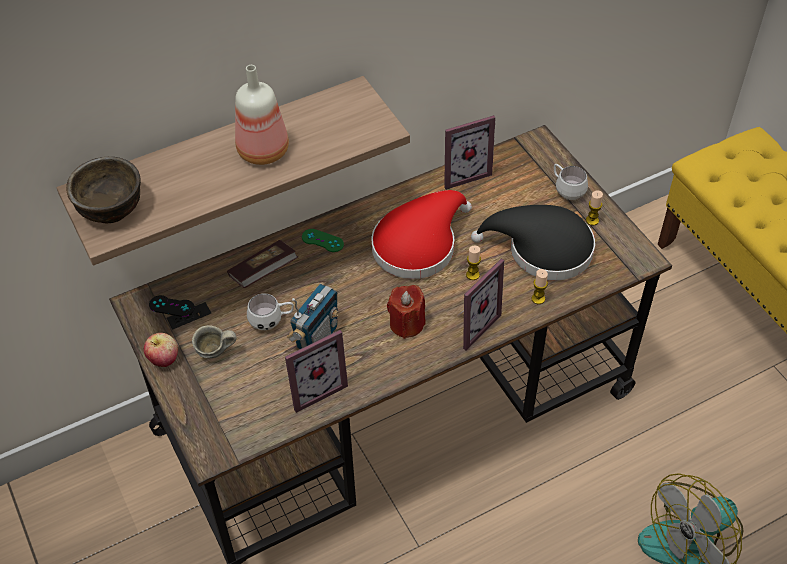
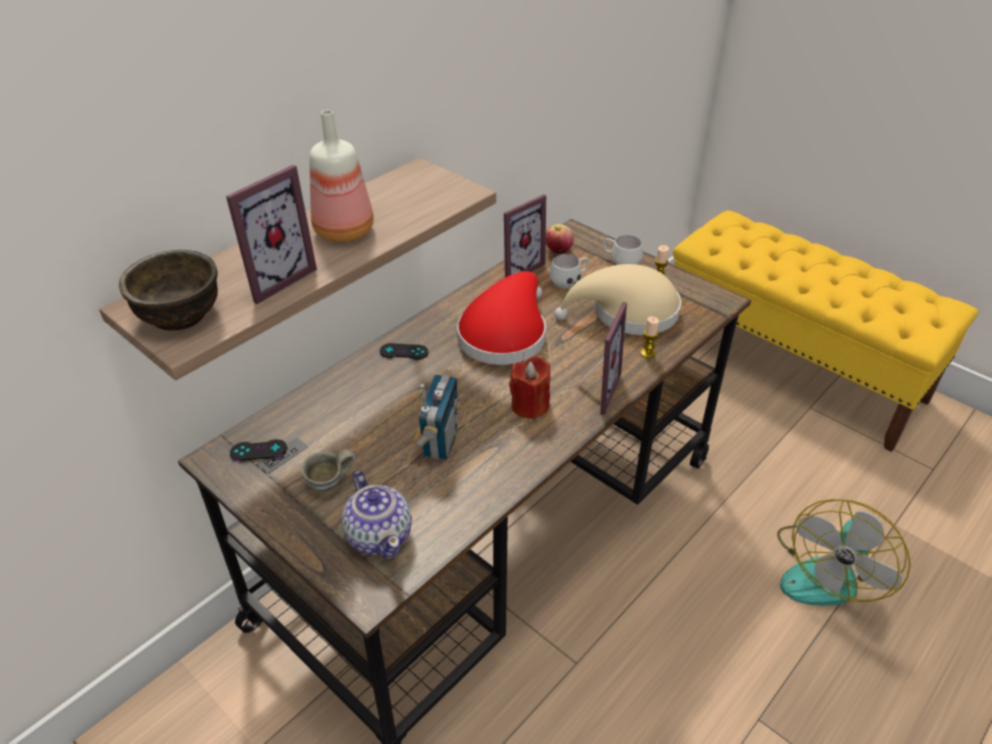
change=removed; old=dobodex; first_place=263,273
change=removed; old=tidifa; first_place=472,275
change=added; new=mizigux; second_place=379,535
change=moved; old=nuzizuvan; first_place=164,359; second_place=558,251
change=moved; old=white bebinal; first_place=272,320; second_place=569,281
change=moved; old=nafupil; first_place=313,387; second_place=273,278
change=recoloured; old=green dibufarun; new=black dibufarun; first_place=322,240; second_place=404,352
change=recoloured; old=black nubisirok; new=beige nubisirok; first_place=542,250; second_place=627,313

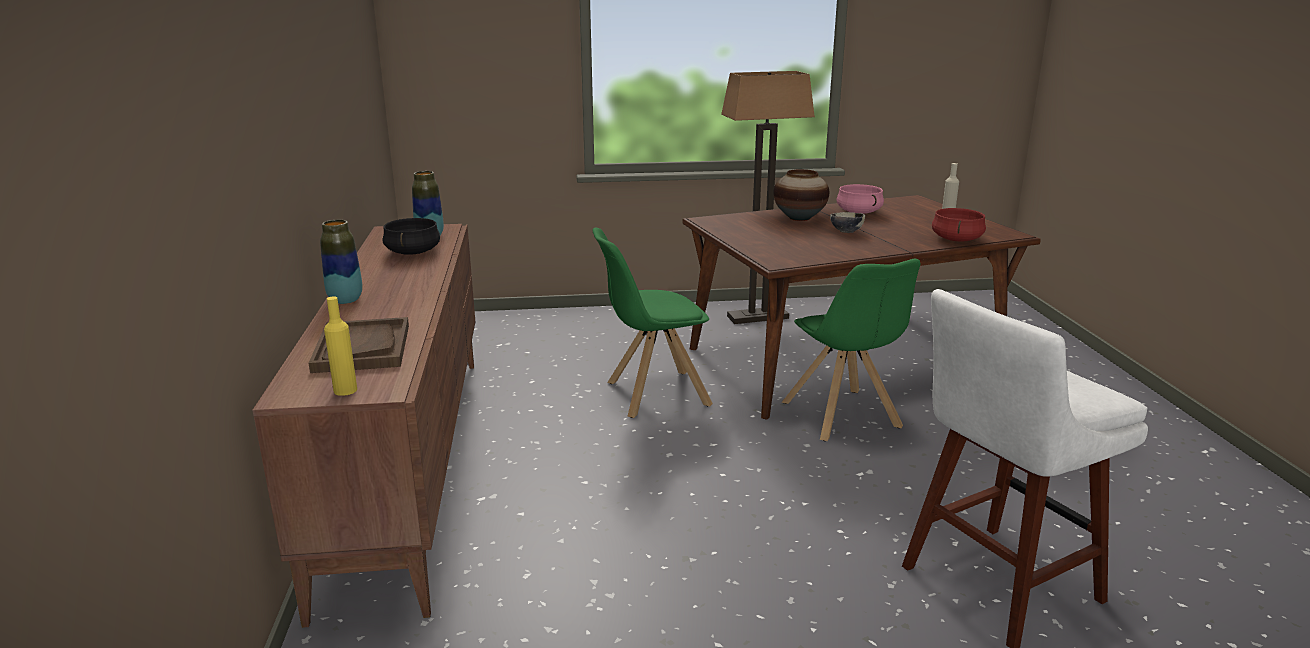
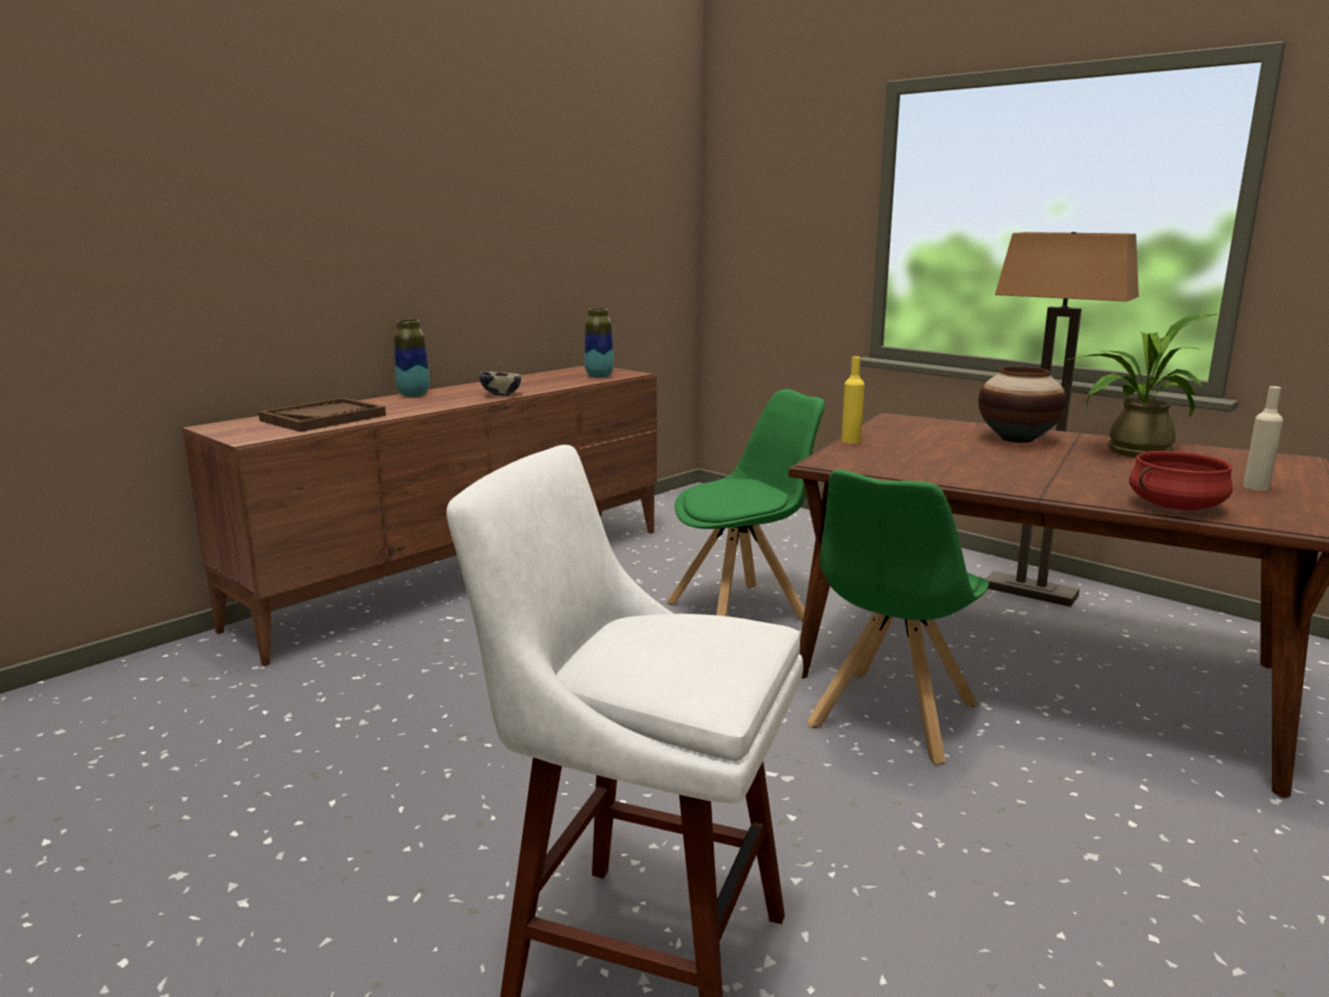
change=removed; old=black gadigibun; first_place=412,252
change=moved; old=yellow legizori; first_place=345,390; second_place=851,441
change=moved; old=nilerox; first_place=846,232; second_place=500,395
change=replaced; old=pink gadigibun; new=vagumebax; first_place=858,212; second_place=1130,451
change=turned; old=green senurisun; first_place=653,394; second_place=742,610; degrees=120

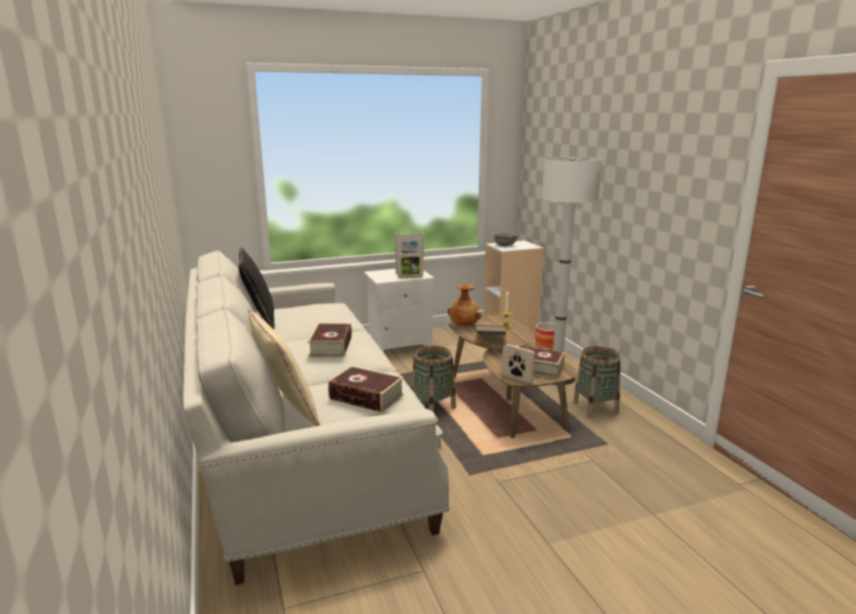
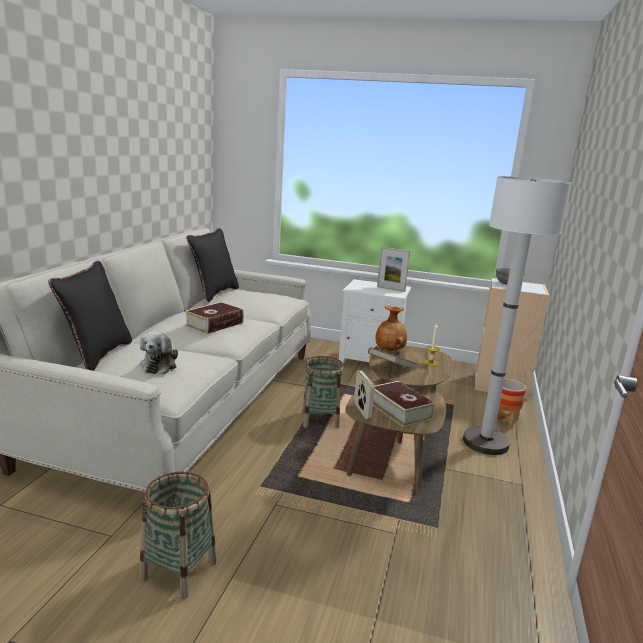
change=removed; old=nafupil; first_place=410,277
change=moved; old=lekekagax; first_place=595,407; second_place=178,571
change=replaced; old=dobodex; new=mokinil; first_place=366,397; second_place=159,365
change=recoloured; old=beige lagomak; new=black lagomak; first_place=286,412; second_place=97,355

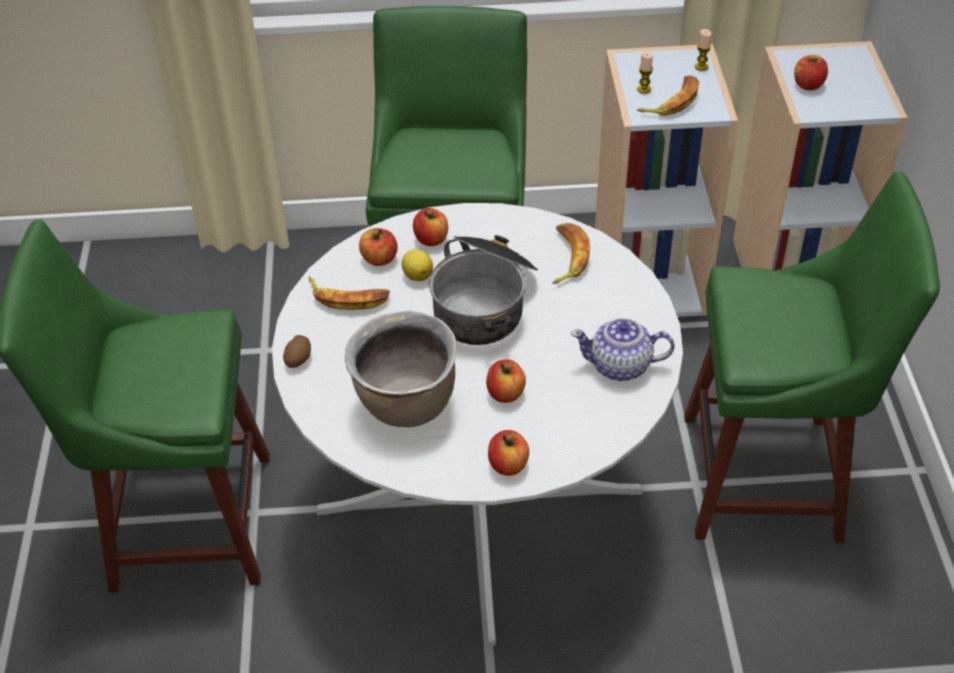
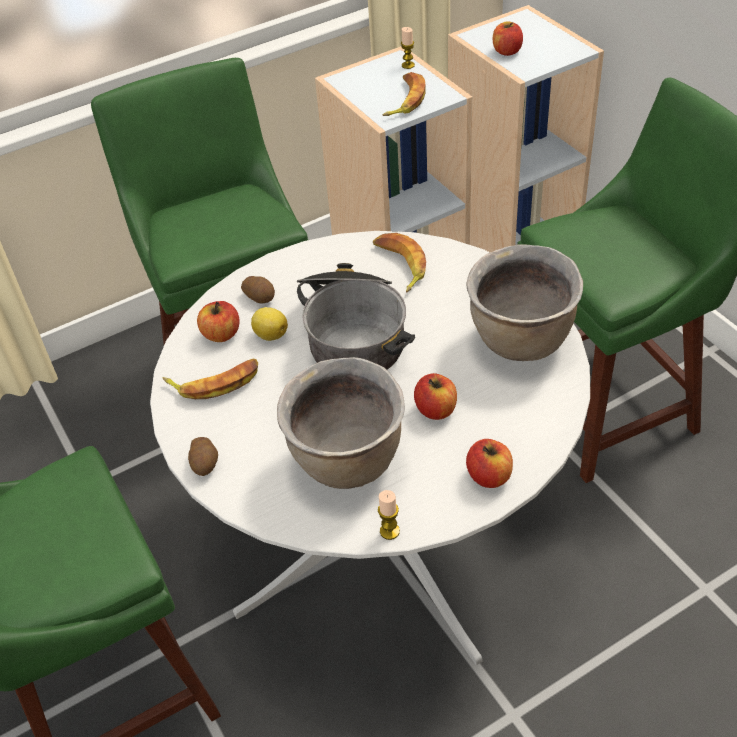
change=moved; old=tidifa; first_place=644,89; second_place=389,531
change=replaced; old=nuzizuvan; new=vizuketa; first_place=431,239; second_place=260,297
change=replaced; old=mizigux; new=brown gadigibun; first_place=621,366; second_place=521,341

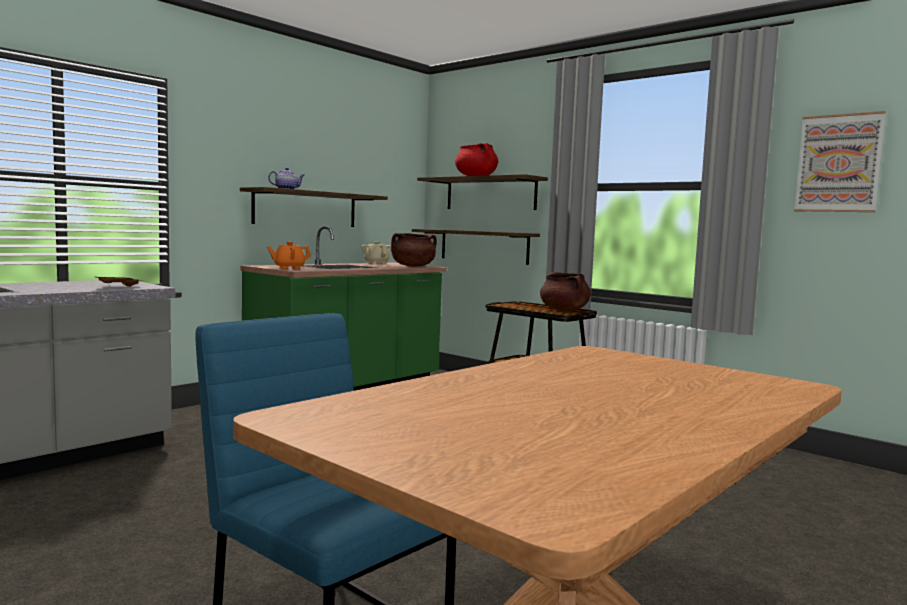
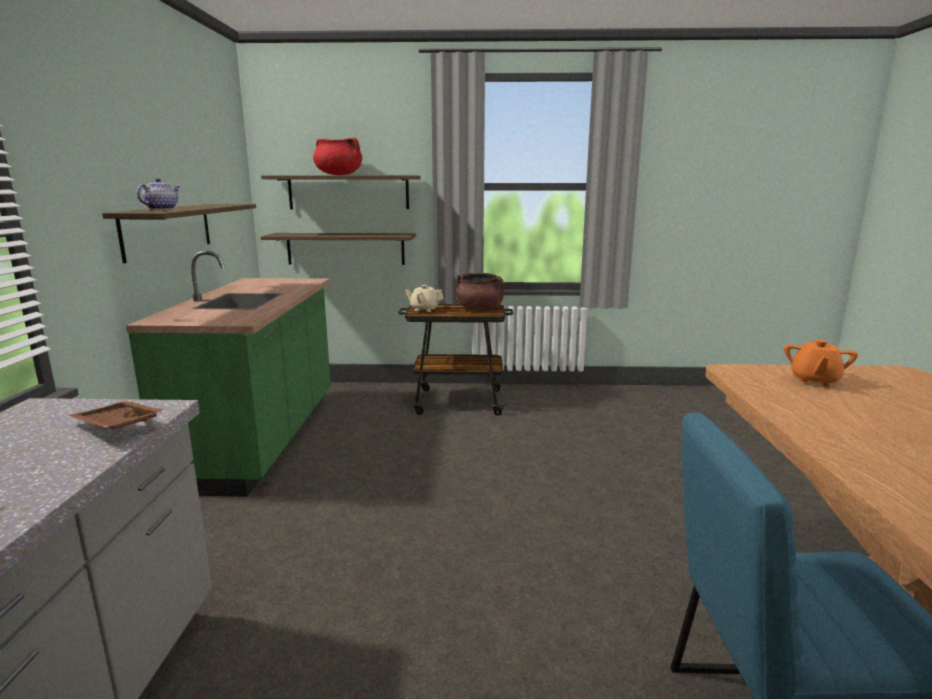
change=removed; old=brown gadigibun; first_place=413,266
change=removed; old=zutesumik; first_place=838,163
change=moved; old=orange mizigux; first_place=289,268; second_place=814,381
change=moved; old=beige mizigux; first_place=376,263; second_place=424,309

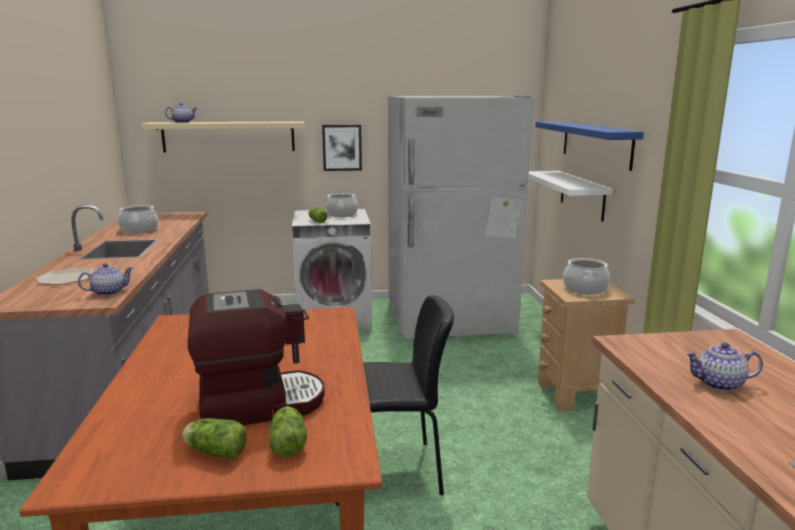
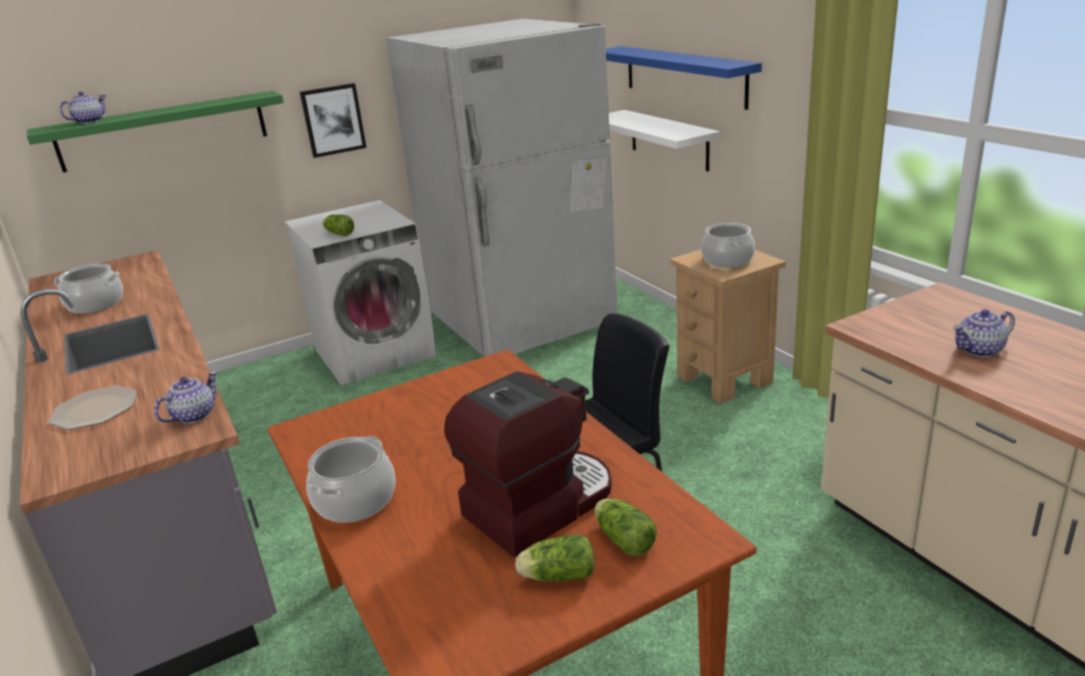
change=moved; old=gadigibun; first_place=341,214; second_place=355,500
change=recoloured; old=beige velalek; new=green velalek; first_place=228,136; second_place=163,131

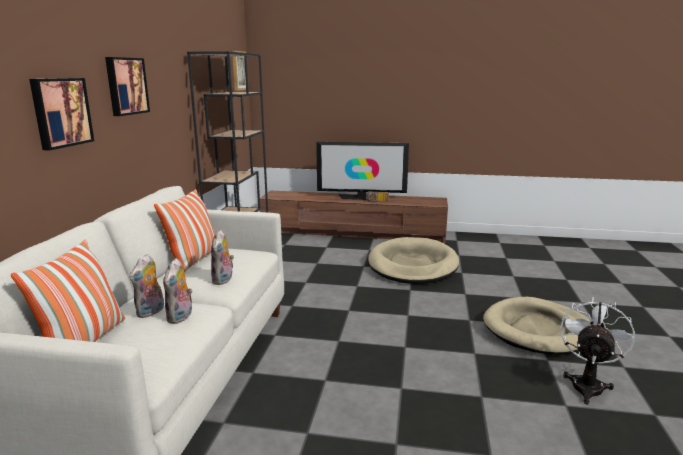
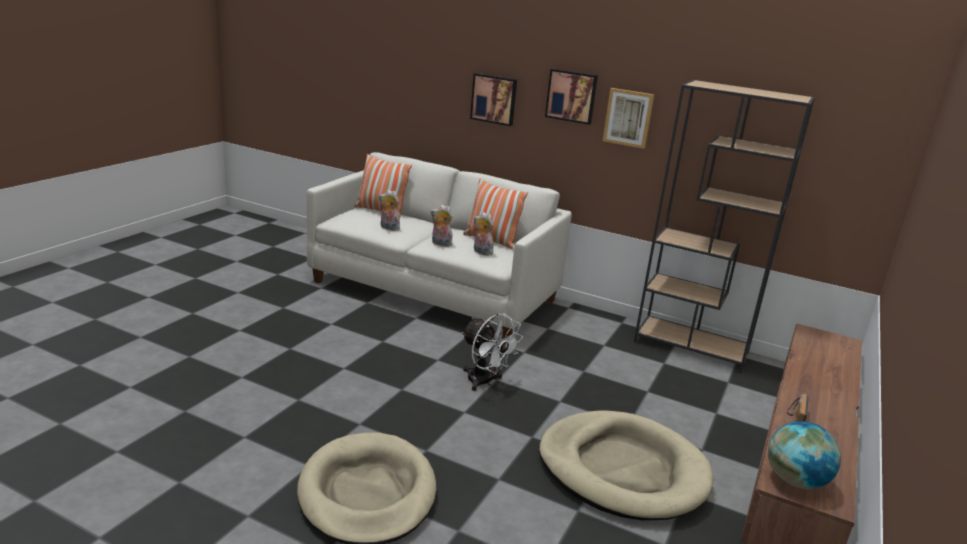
change=removed; old=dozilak; first_place=361,197
change=added; new=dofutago; second_place=795,482
change=moved; old=mokinil; first_place=151,312; second_place=481,252
change=moved; old=zutesumik; first_place=239,70; second_place=628,118
change=moved; old=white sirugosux; first_place=587,384; second_place=484,382

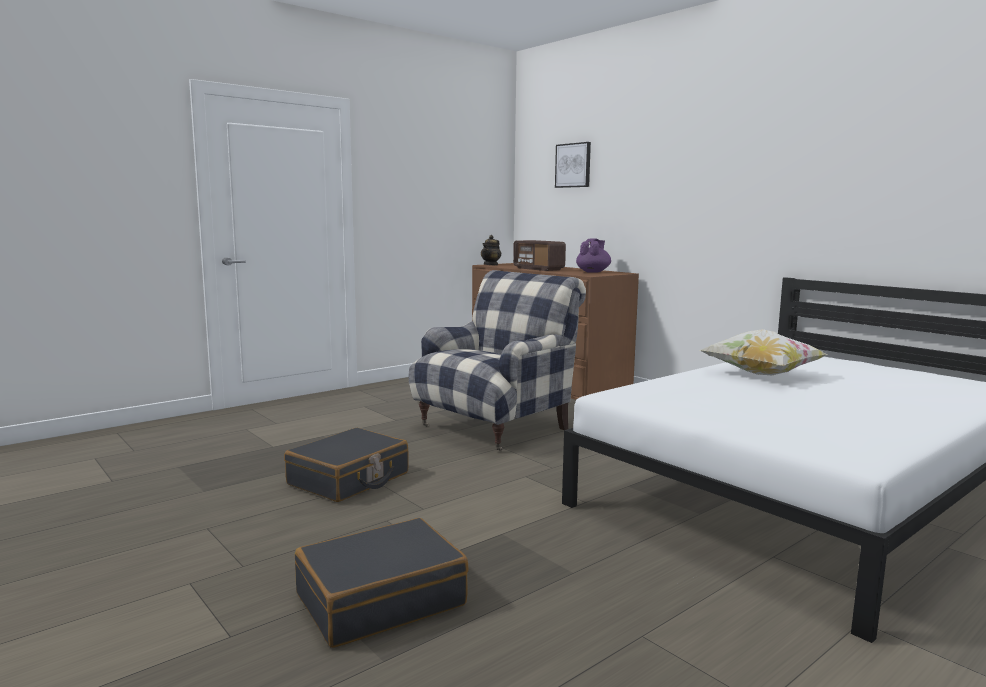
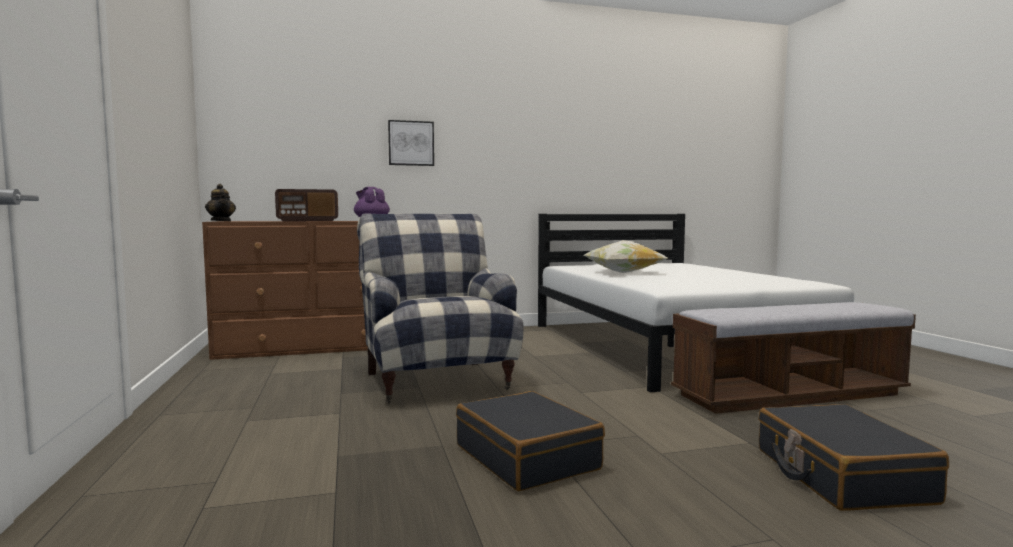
change=added; new=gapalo; second_place=790,395
change=moved; old=zutesumik; first_place=573,165; second_place=411,143

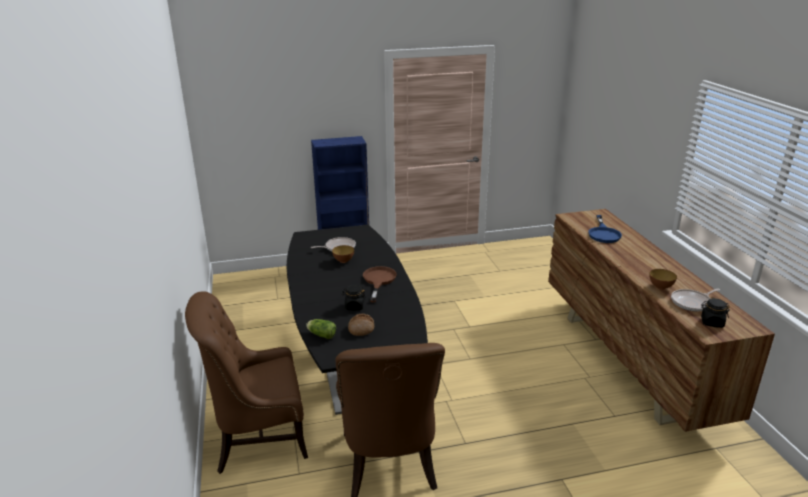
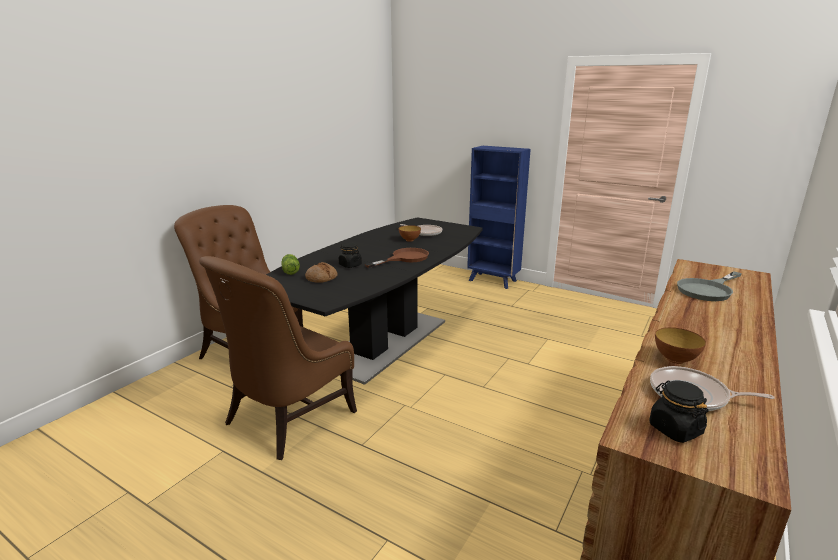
change=recoloured; old=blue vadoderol; new=grey vadoderol; first_place=603,233; second_place=708,290

